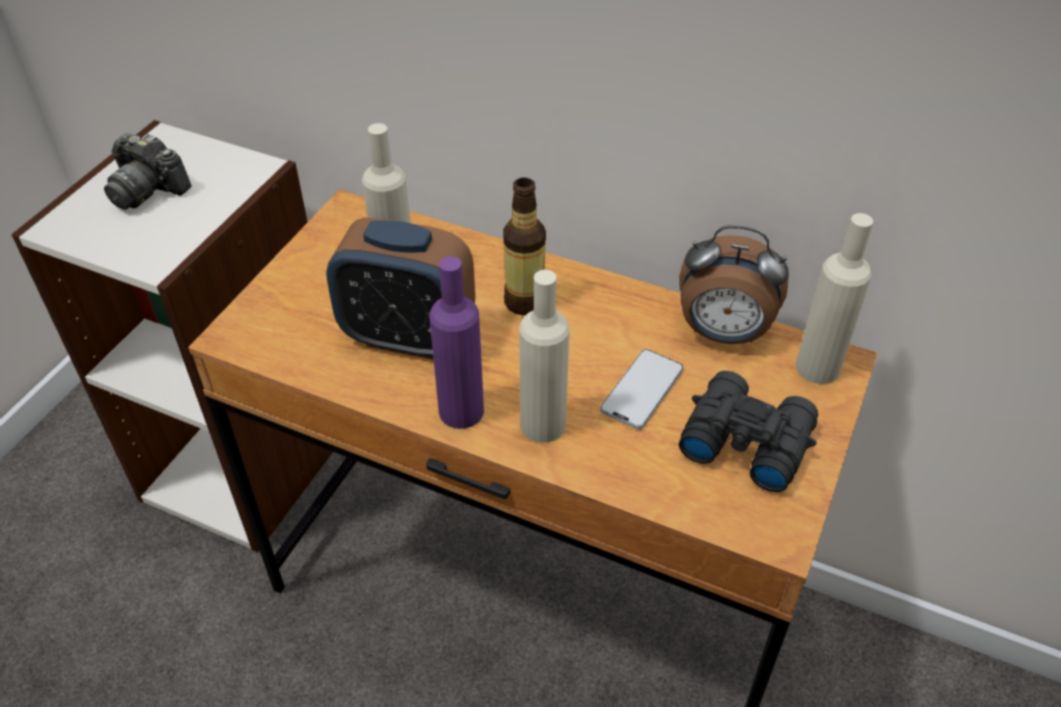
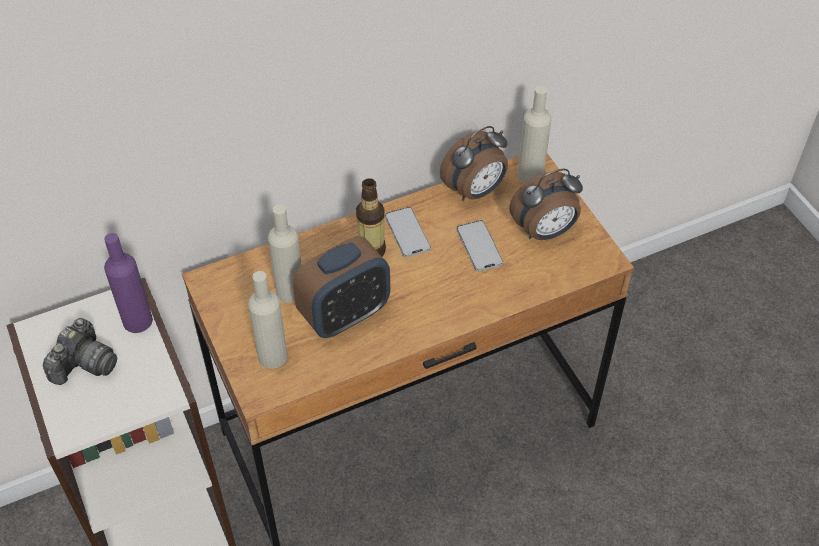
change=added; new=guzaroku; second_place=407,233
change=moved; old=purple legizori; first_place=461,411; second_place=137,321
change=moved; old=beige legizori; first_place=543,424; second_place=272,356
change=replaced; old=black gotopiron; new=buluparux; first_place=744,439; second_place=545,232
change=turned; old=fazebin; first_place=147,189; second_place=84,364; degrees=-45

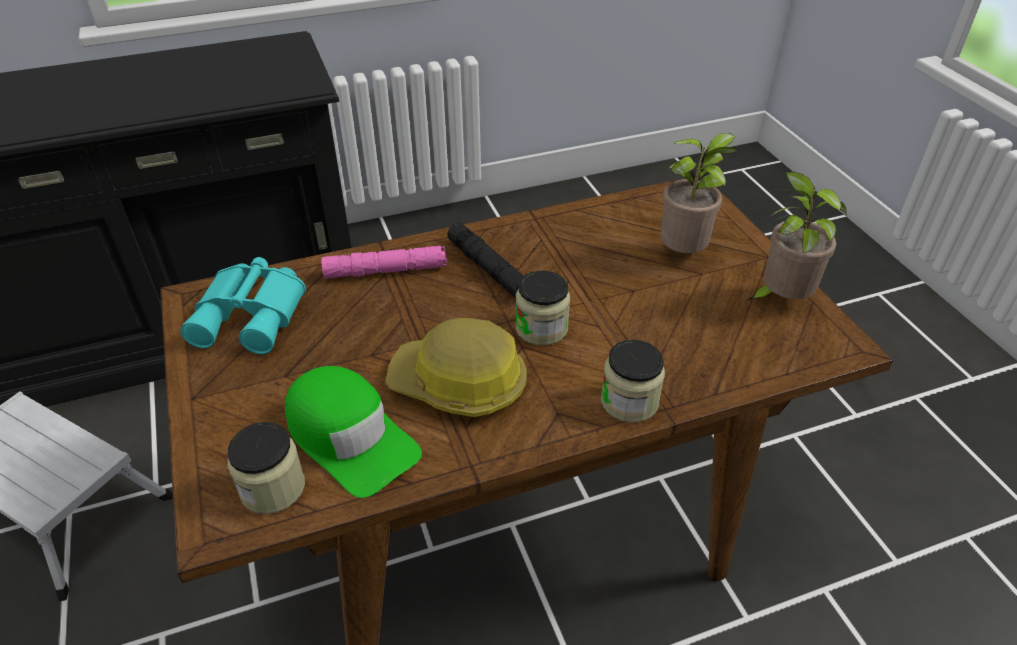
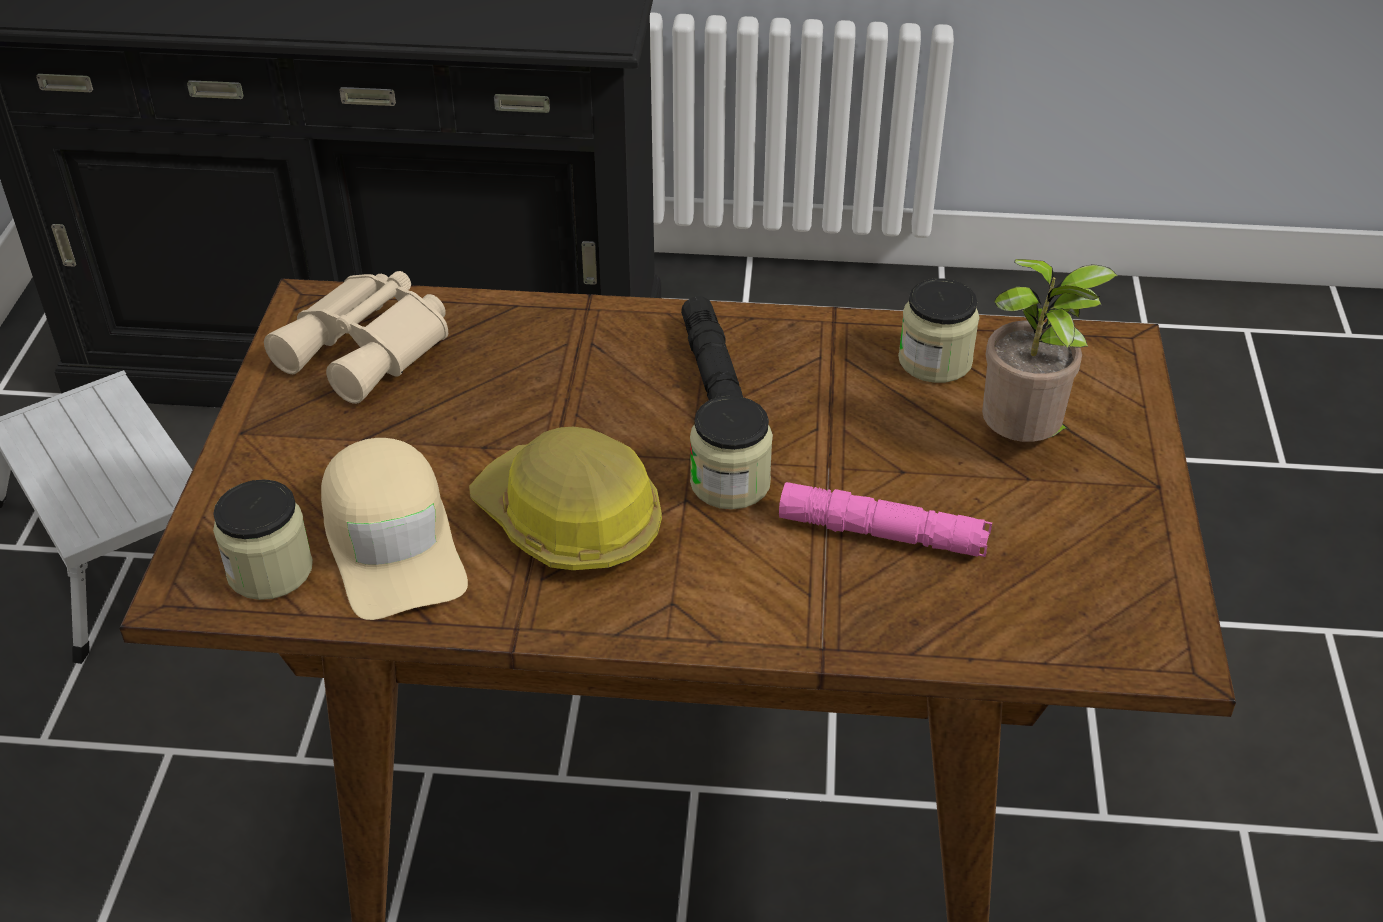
change=removed; old=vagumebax; first_place=780,299
change=moved; old=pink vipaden; first_place=386,271; second_place=882,533
change=moved; old=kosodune; first_place=629,401; second_place=935,361
change=recoloured; old=turquoise gotopiron; new=beige gotopiron; first_place=253,315; second_place=369,348
change=recoloured; old=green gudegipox; new=beige gudegipox; first_place=350,437; second_place=393,542

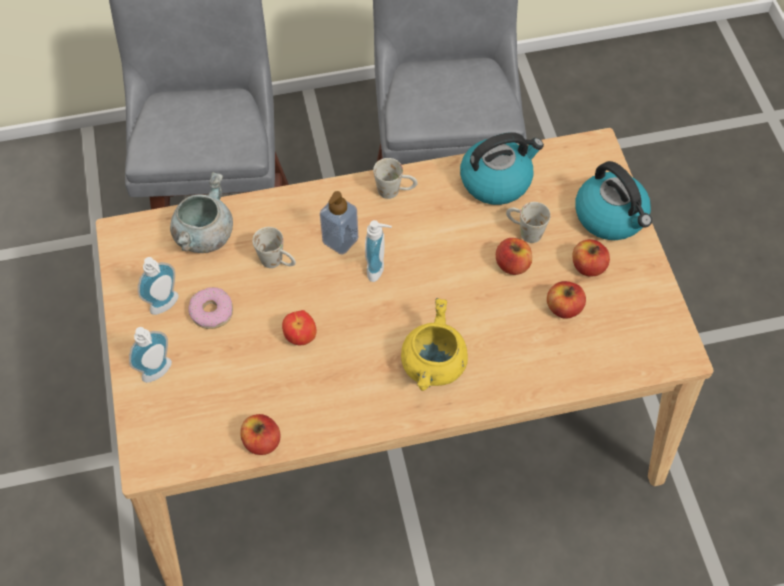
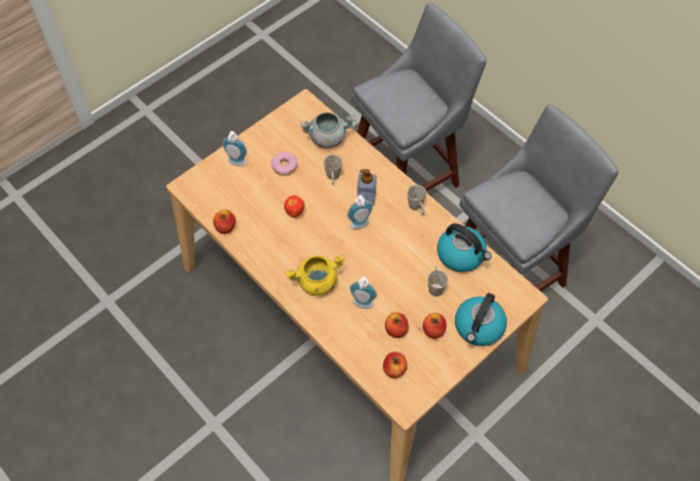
change=moved; old=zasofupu; first_place=167,306; second_place=362,306
change=moved; old=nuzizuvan; first_place=512,265; second_place=394,369

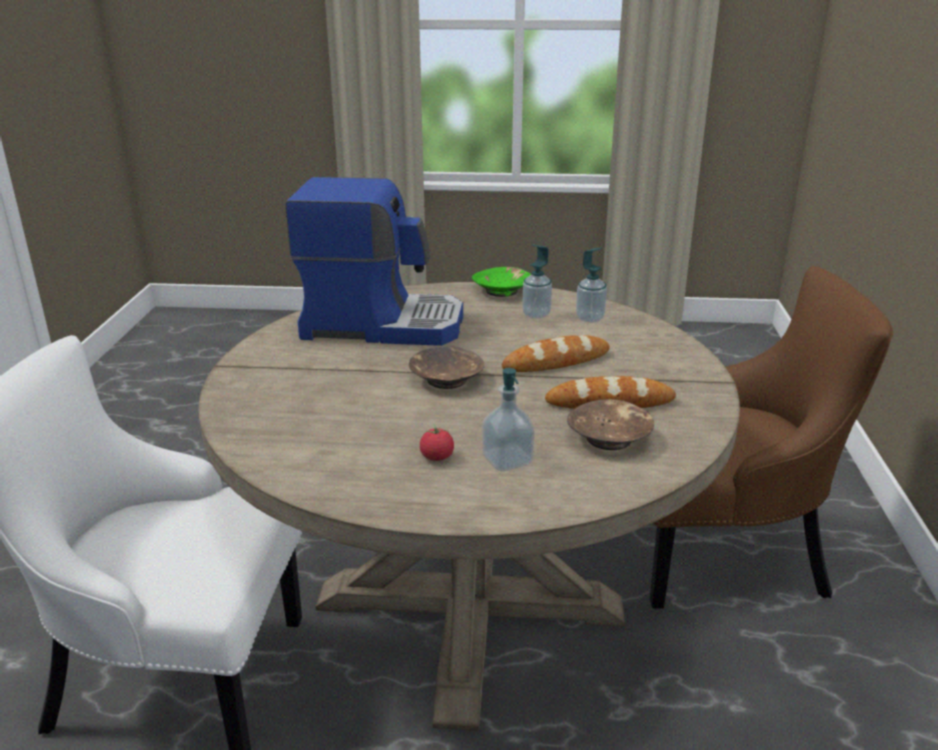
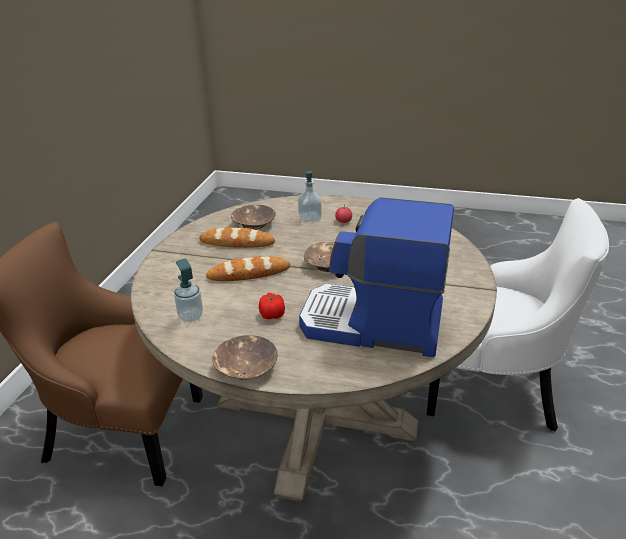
change=removed; old=zasofupu; first_place=536,314
change=added; new=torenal; second_place=272,314
change=recoloured; old=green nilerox; new=brown nilerox; first_place=502,291; second_place=245,367

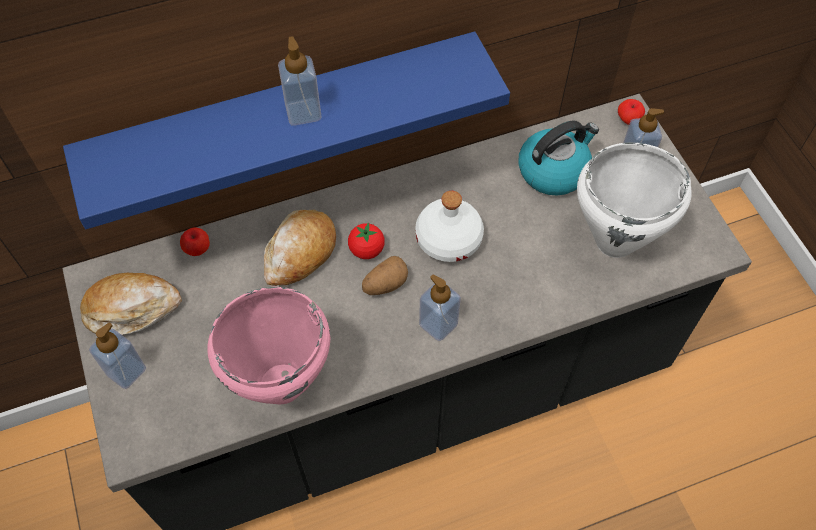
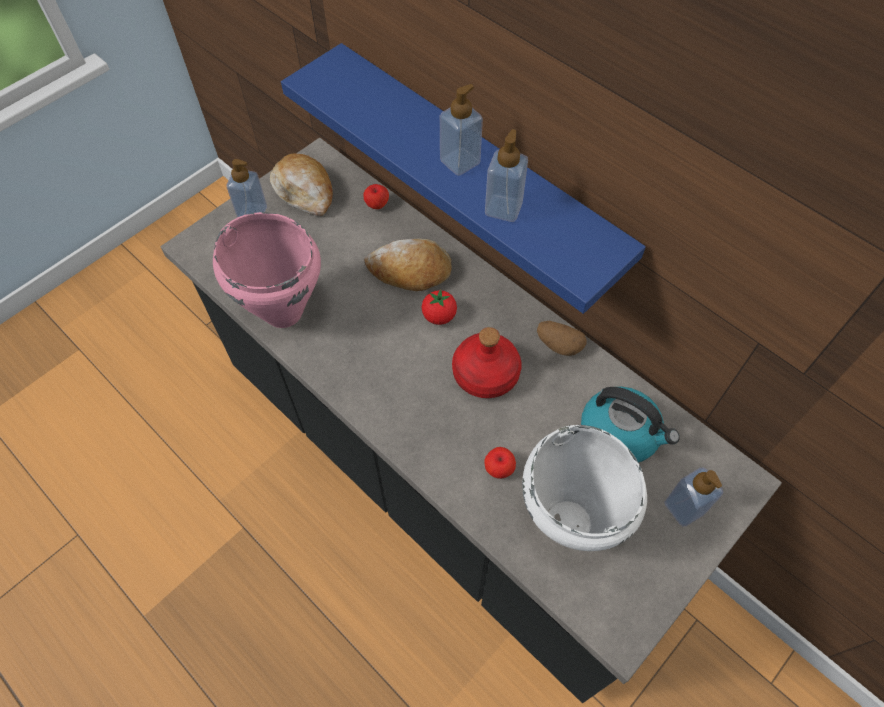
change=moved; old=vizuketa; first_place=385,284; second_place=558,345
change=moved; old=zasofupu; first_place=438,324; second_place=503,208
change=moved; old=nuzizuvan; first_place=628,120; second_place=499,468
change=recoloured; old=white legizori; new=red legizori; first_place=449,239; second_place=486,374

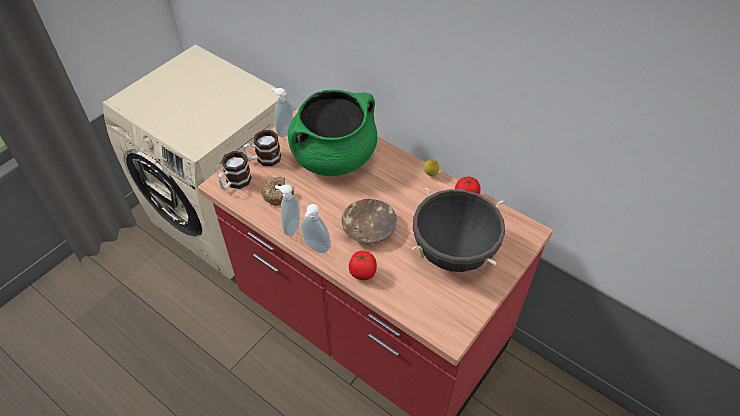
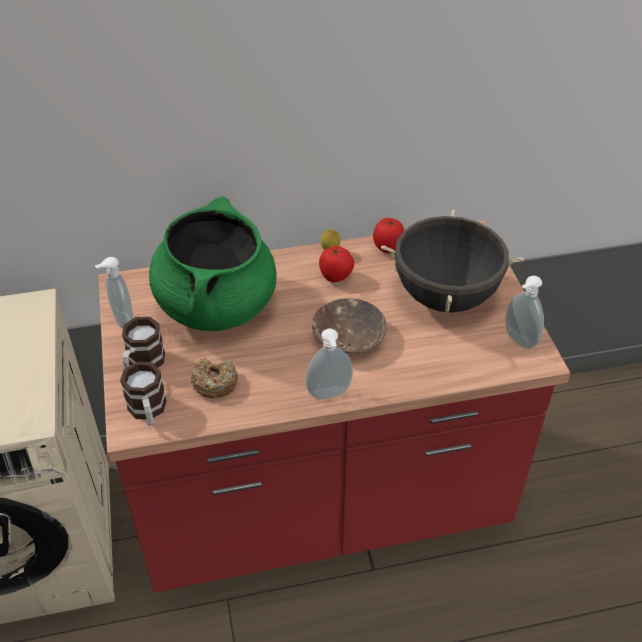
change=moved; old=zasofupu; first_place=291,227; second_place=518,341
change=moved; old=torenal; first_place=363,274; second_place=336,277

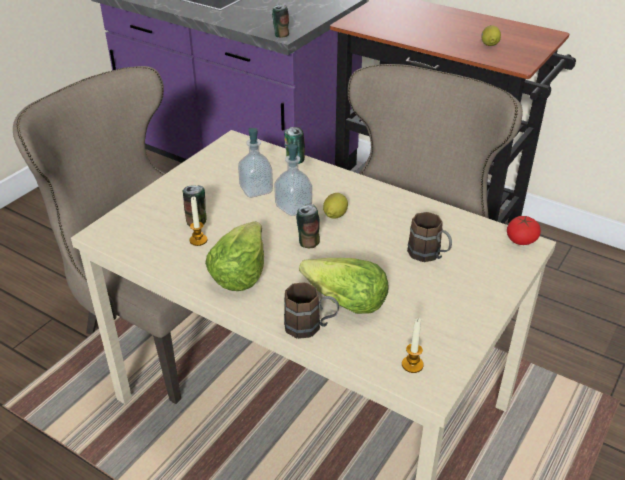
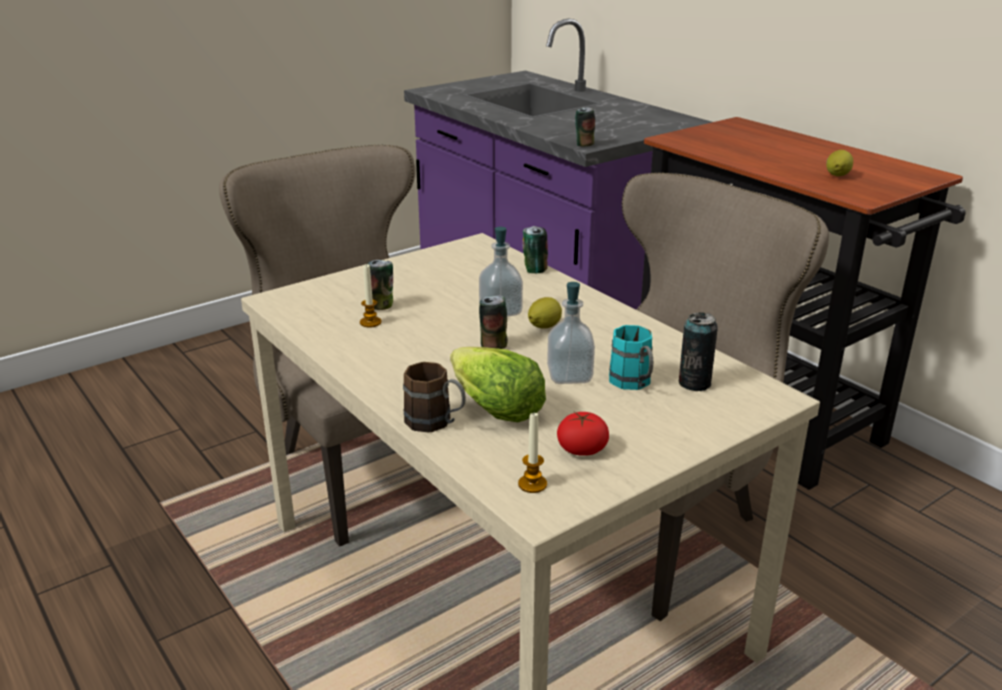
change=removed; old=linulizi; first_place=239,272
change=added; new=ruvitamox; second_place=694,383
change=moved; old=zasofupu; first_place=256,190; second_place=569,375
change=moved; old=torenal; first_place=521,240; second_place=582,449
change=recoloured; old=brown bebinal; new=turquoise bebinal; first_place=429,256; second_place=634,384

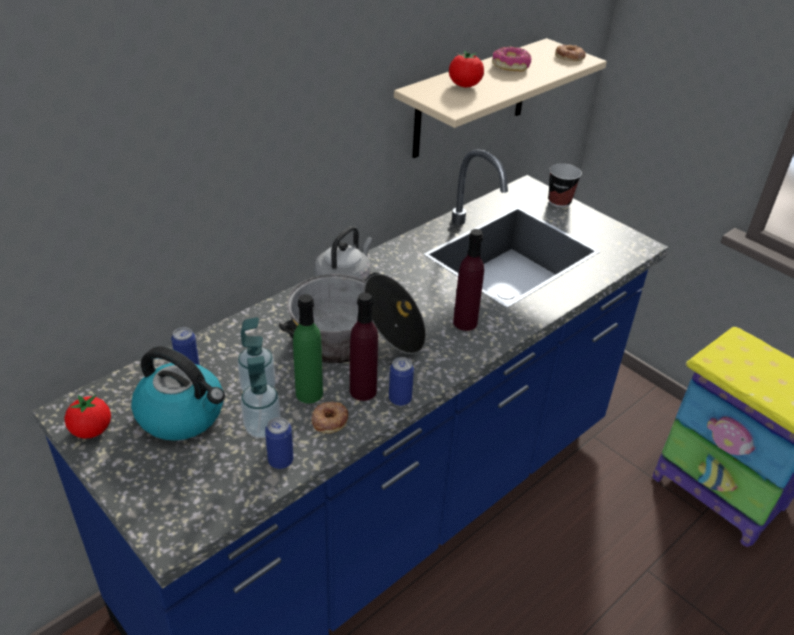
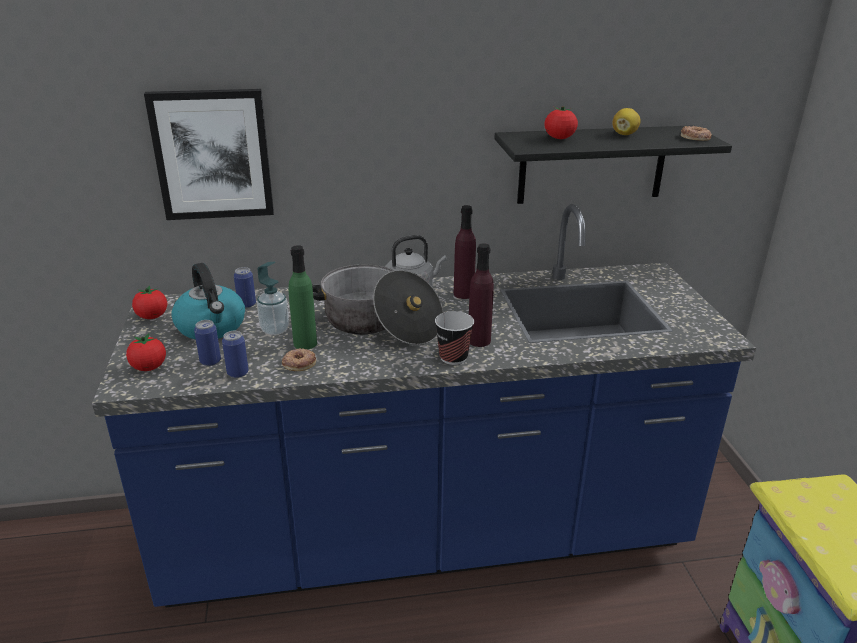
change=removed; old=zasofupu; first_place=262,428
change=added; new=torenal; second_place=149,367
change=added; new=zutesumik; second_place=213,154
change=moved; old=purple legizori; first_place=363,391; second_place=463,294
change=moved; old=ruvitamox; first_place=400,399; second_place=210,361
change=moved; old=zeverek; first_place=559,202; second_place=453,357
change=replaced; old=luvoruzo; new=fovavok; first_place=510,66; second_place=624,134
change=recoloured; old=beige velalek; new=black velalek; first_place=471,99; second_place=592,164

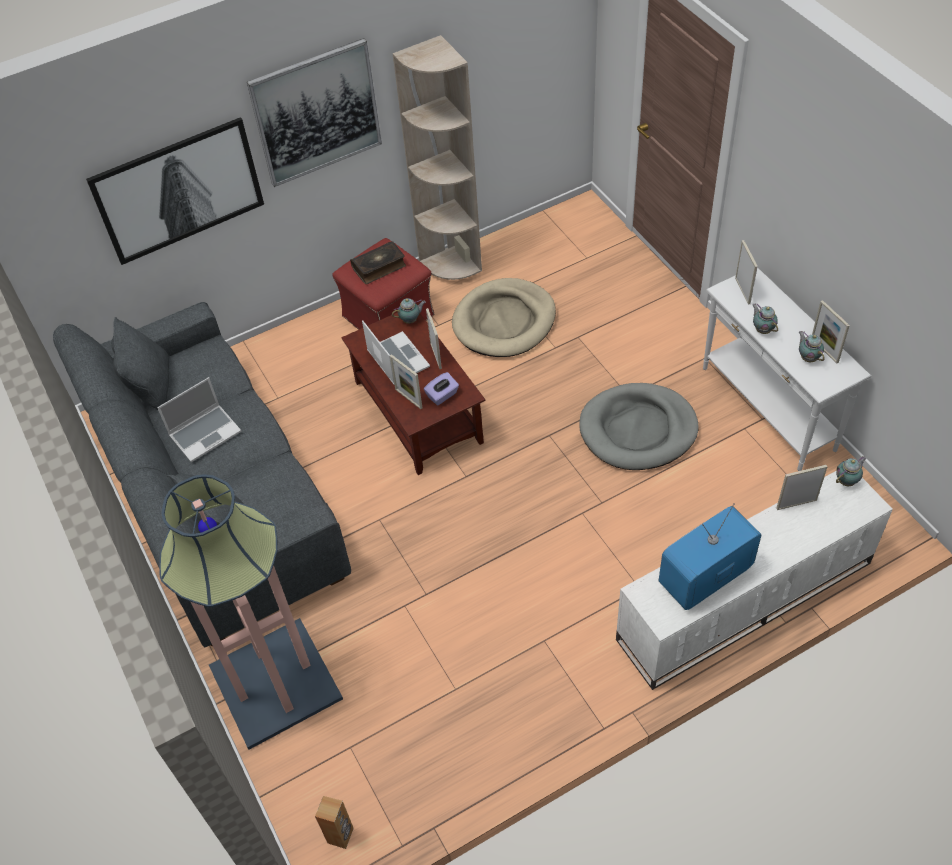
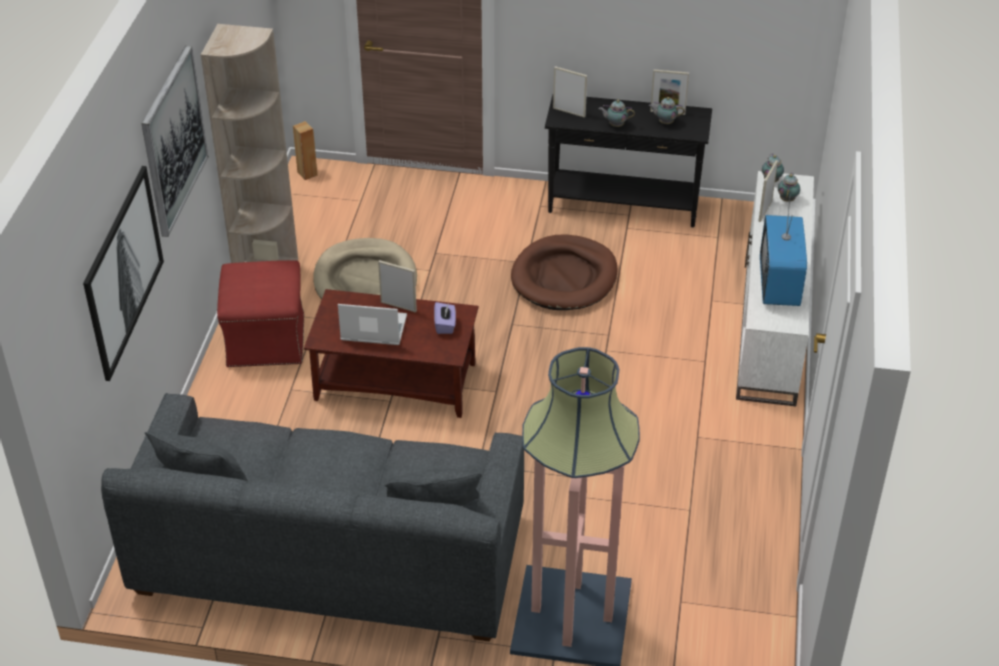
change=removed; old=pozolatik; first_place=205,433
change=removed; old=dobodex; first_place=379,267
change=removed; old=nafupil; first_place=408,398
change=moved; old=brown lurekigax; first_place=341,835; second_place=307,173
change=moved; old=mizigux; first_place=411,320; second_place=787,199
change=recoloured; old=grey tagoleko; new=brown tagoleko; first_place=638,430; second_place=564,277
change=recoloured; old=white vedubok; new=black vedubok; first_place=769,408; second_place=624,206

